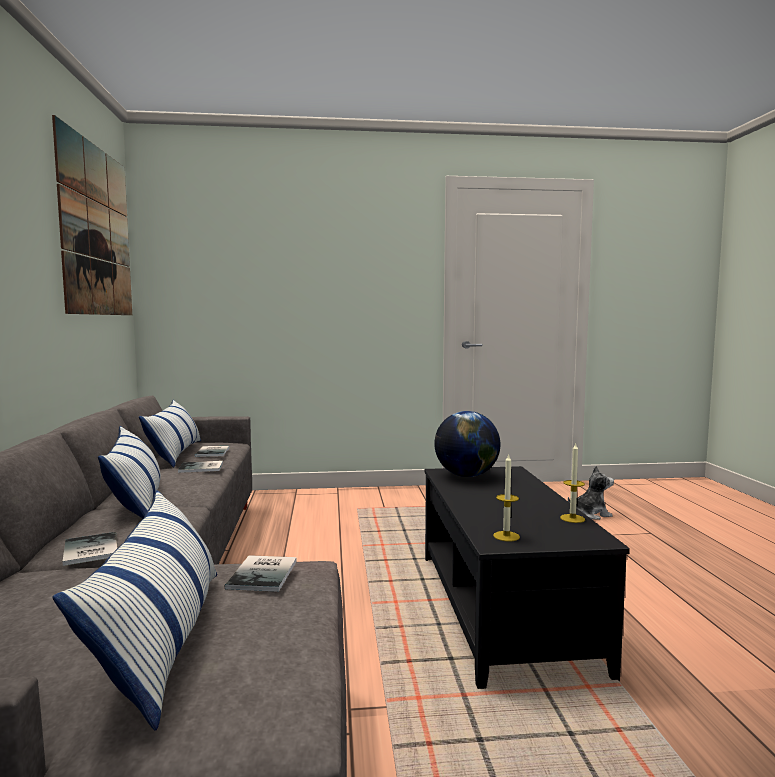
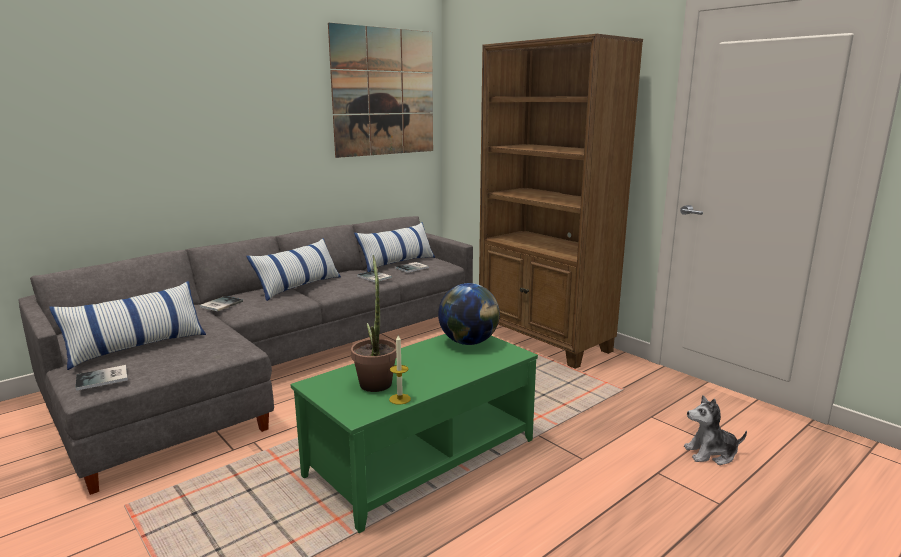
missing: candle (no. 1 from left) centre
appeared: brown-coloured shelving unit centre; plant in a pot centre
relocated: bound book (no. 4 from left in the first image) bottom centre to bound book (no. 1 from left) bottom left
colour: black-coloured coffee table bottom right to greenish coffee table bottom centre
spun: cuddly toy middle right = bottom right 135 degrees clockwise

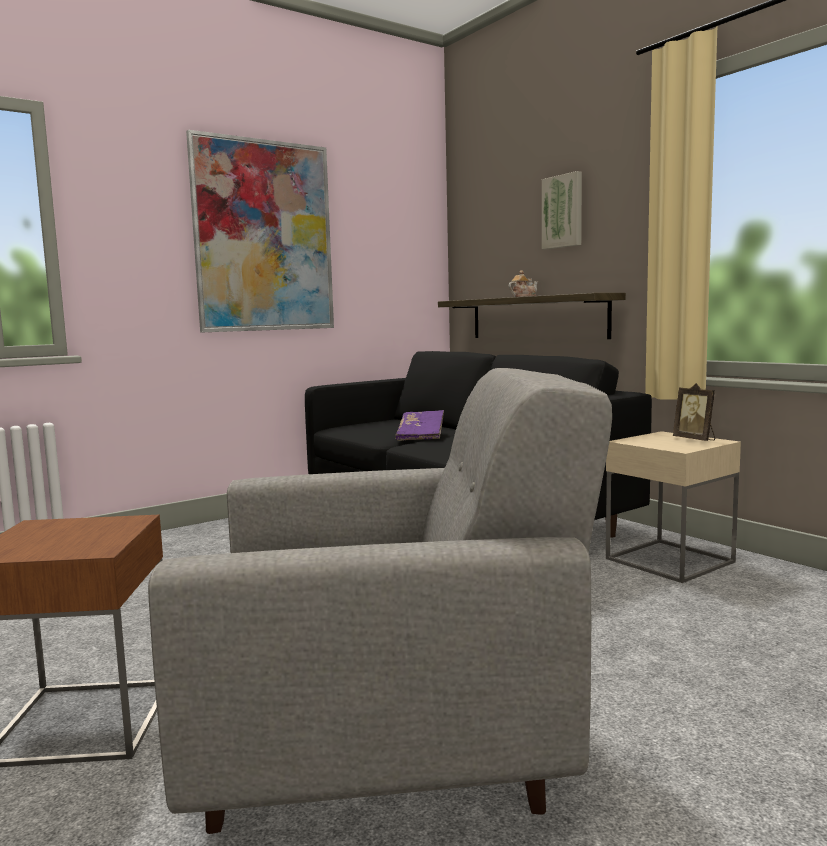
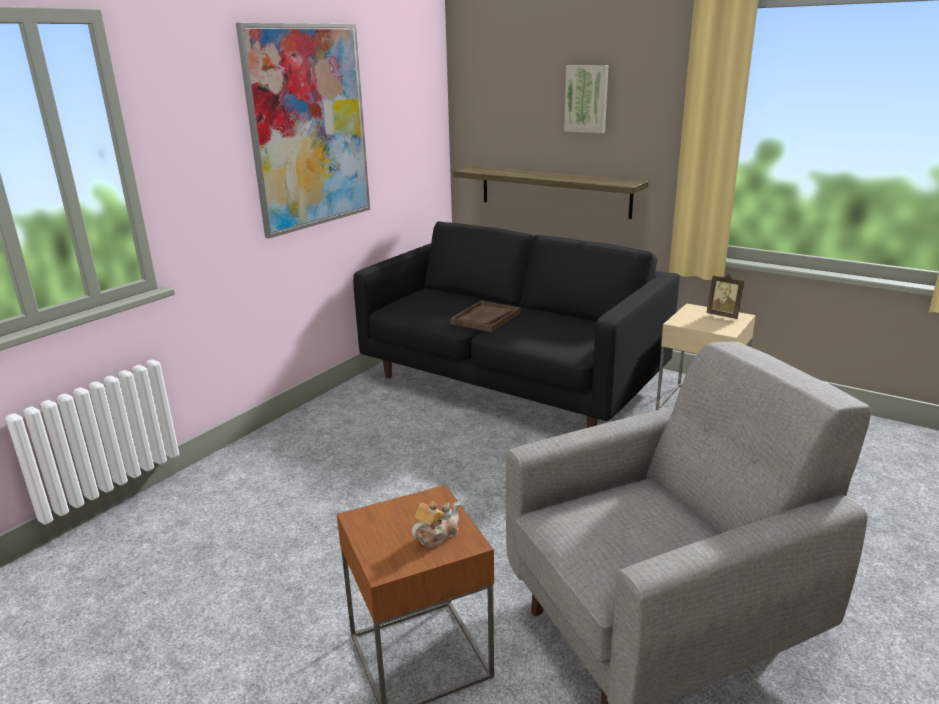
relocated: tea pot centre to bottom centre
exchanged: purplish bound book centre to brown-coloured tray centre

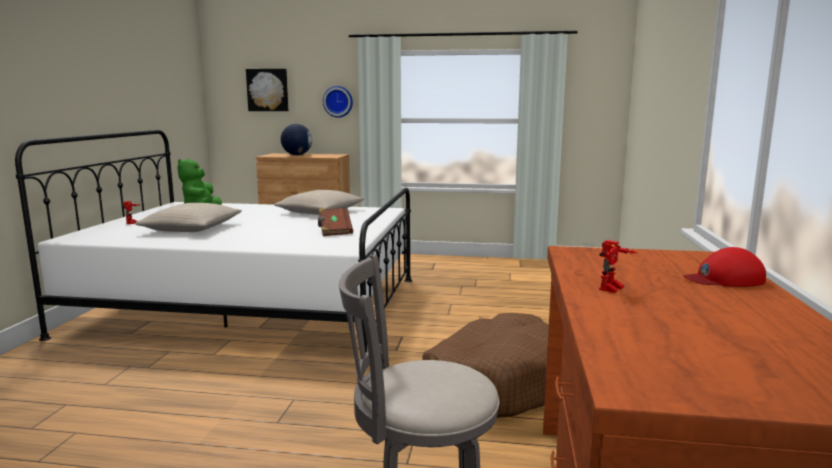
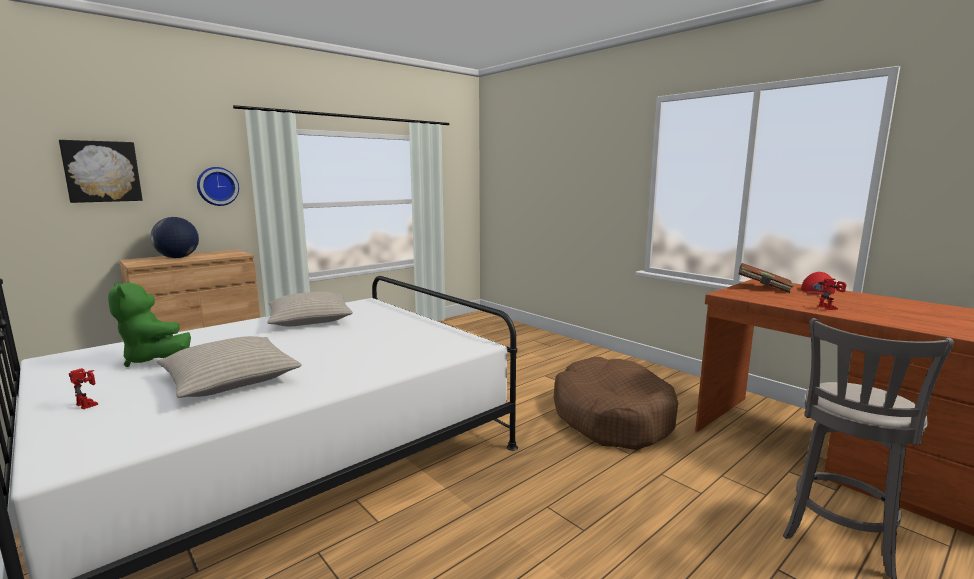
relocated: brown-coloured bound book centre to middle right

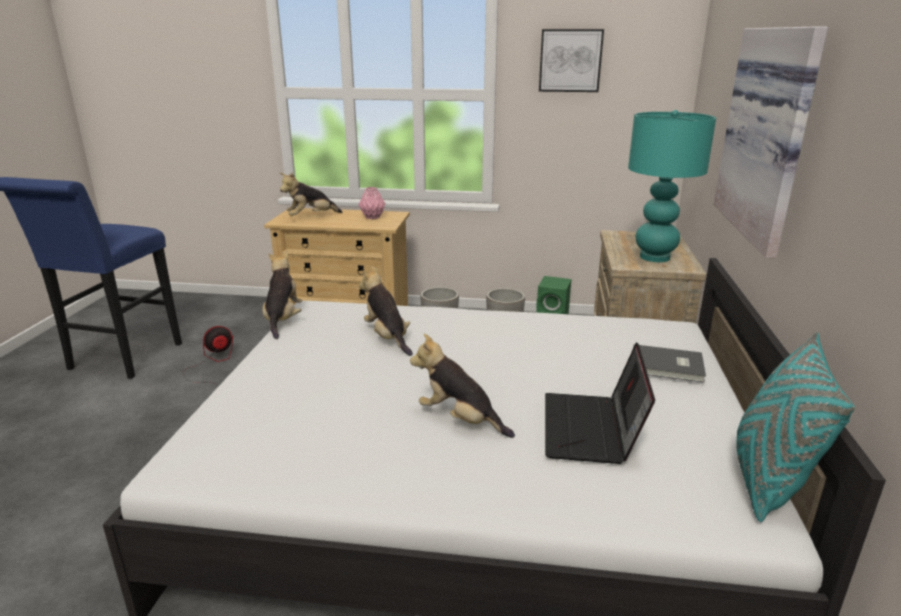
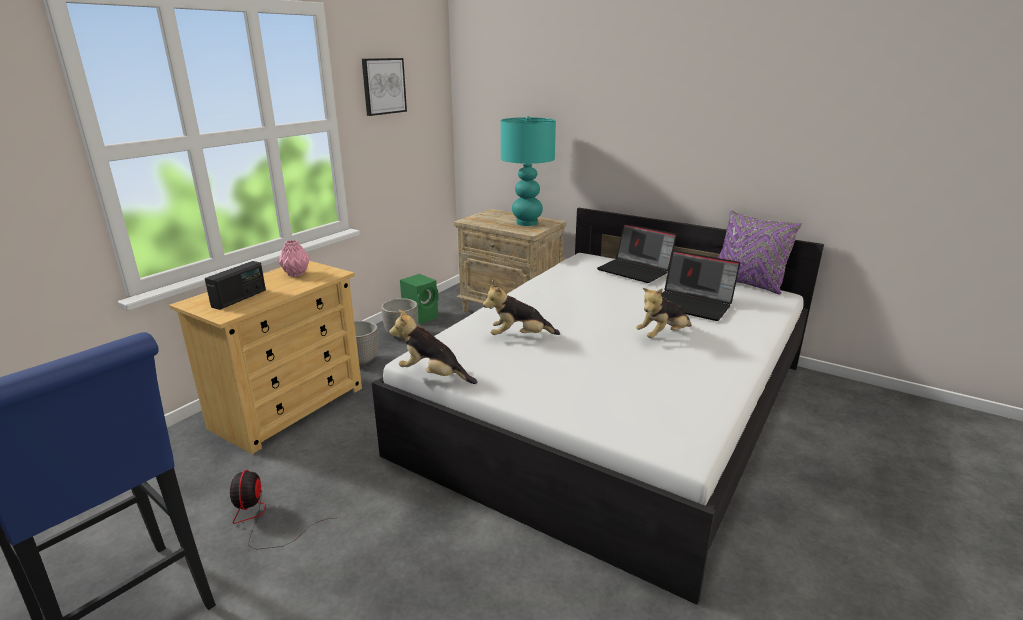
missing: picture (no. 2 from left) top right
exchanged: cuddly toy (no. 2 from left) top centre to radio set middle left; grey bound book middle right to notebook computer (no. 1 from left) centre
colour: turquoise-coloured pillow bottom right to purplish pillow middle right

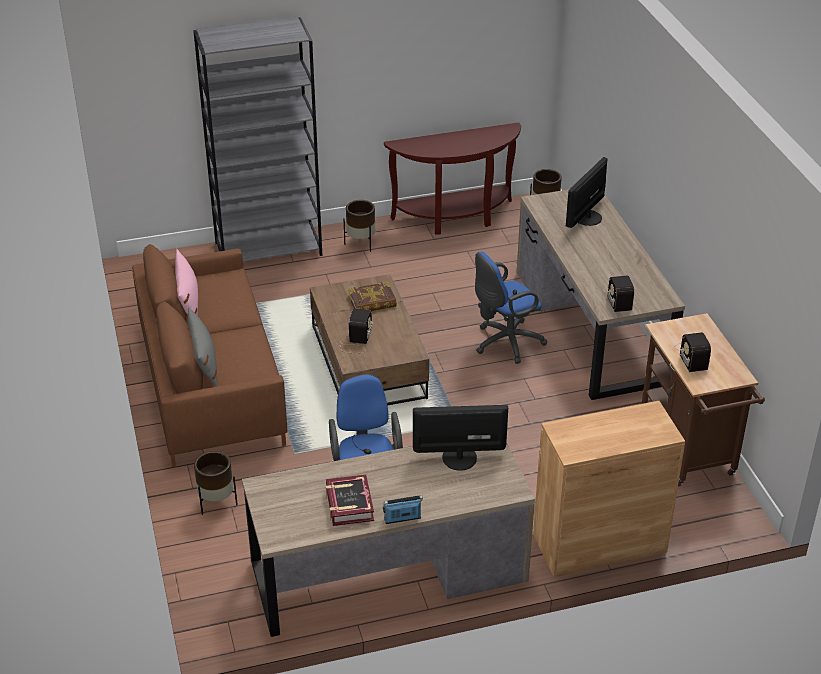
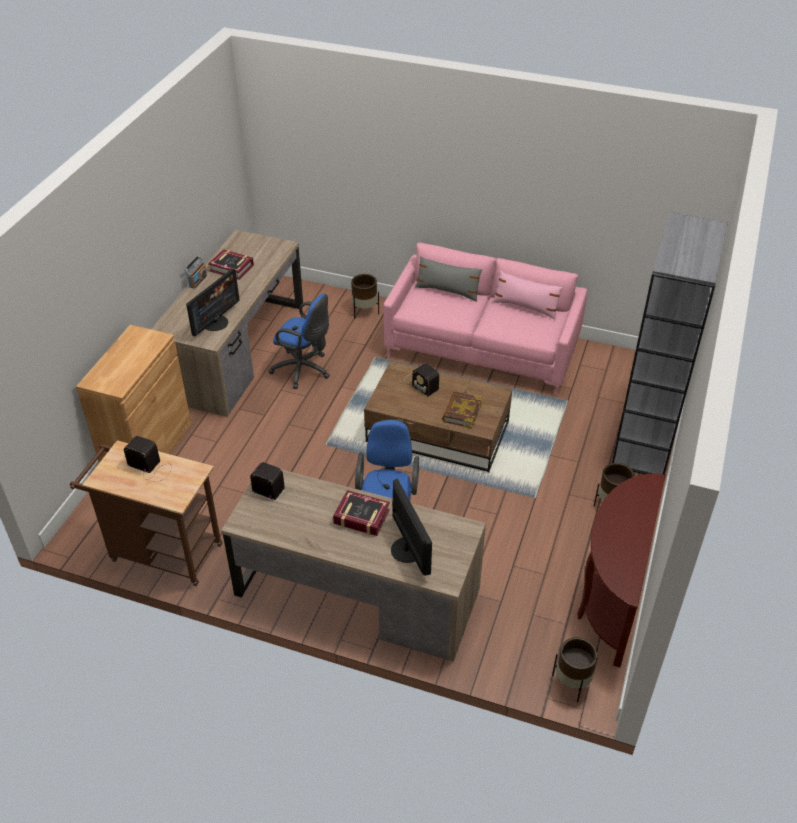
appeared: bound book (no. 2 from left) centre
colour: brown-coloured sofa middle left to pinkish sofa centre

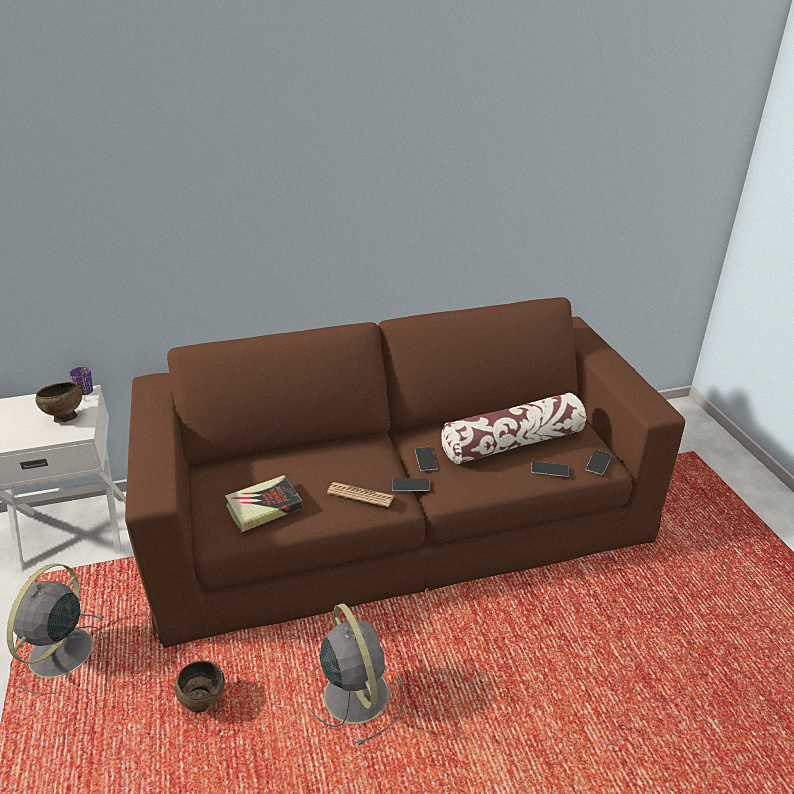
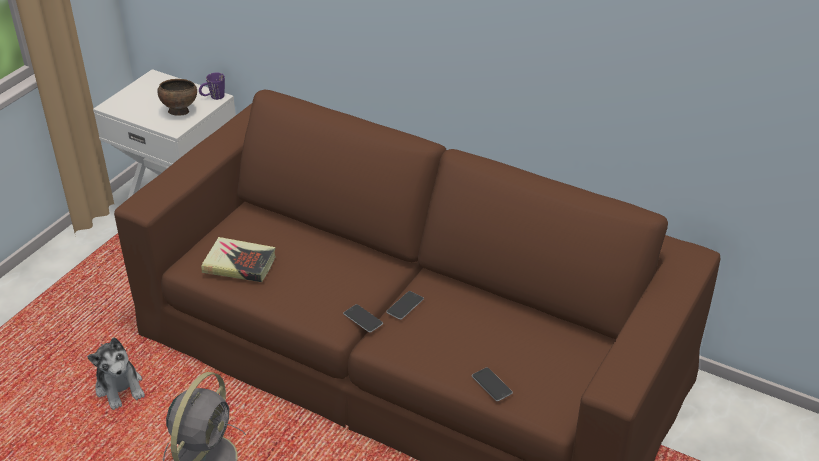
missing: pillow centre; handset (no. 4 from left) middle right; printed paper centre; grey electric fan (no. 1 from left) bottom left
exchanged: brown-coloured serving bowl (no. 2 from left) bottom left to cuddly toy bottom left

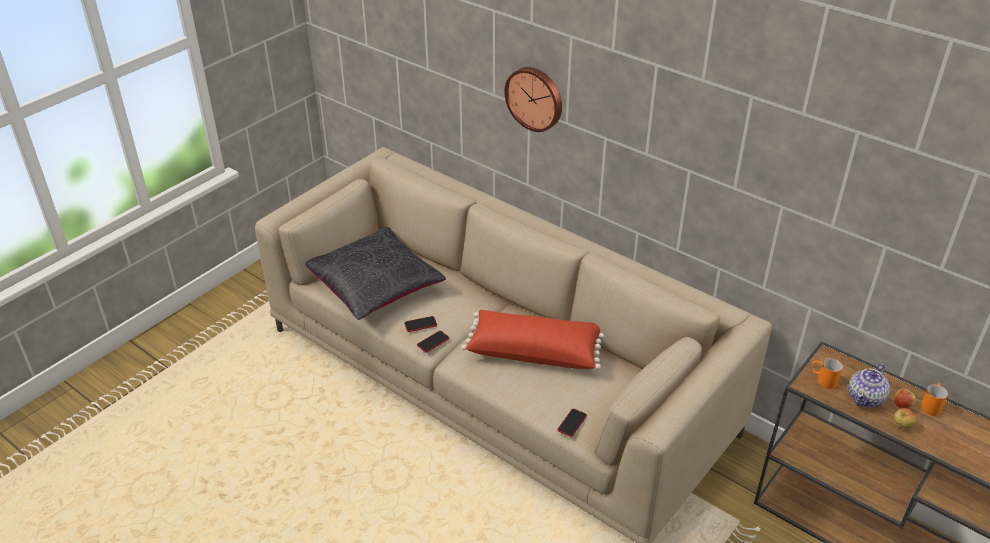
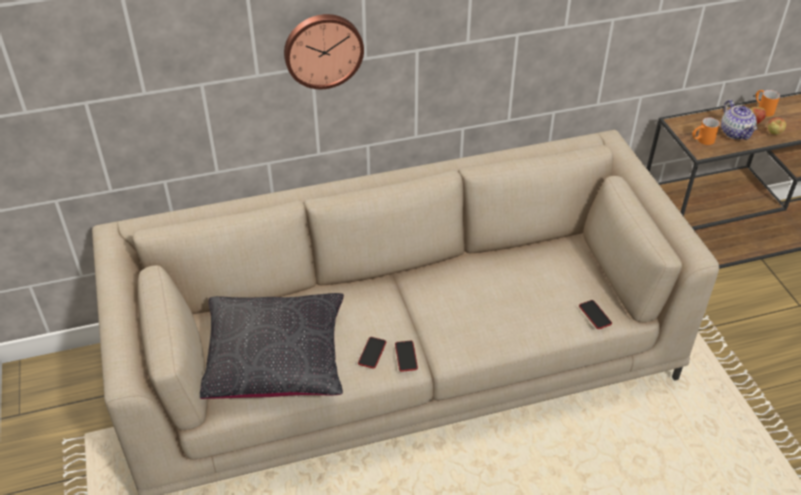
missing: red-coloured pillow centre

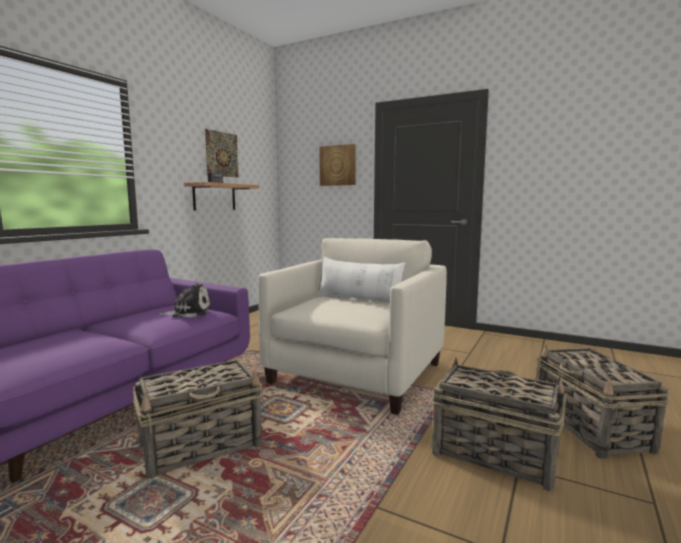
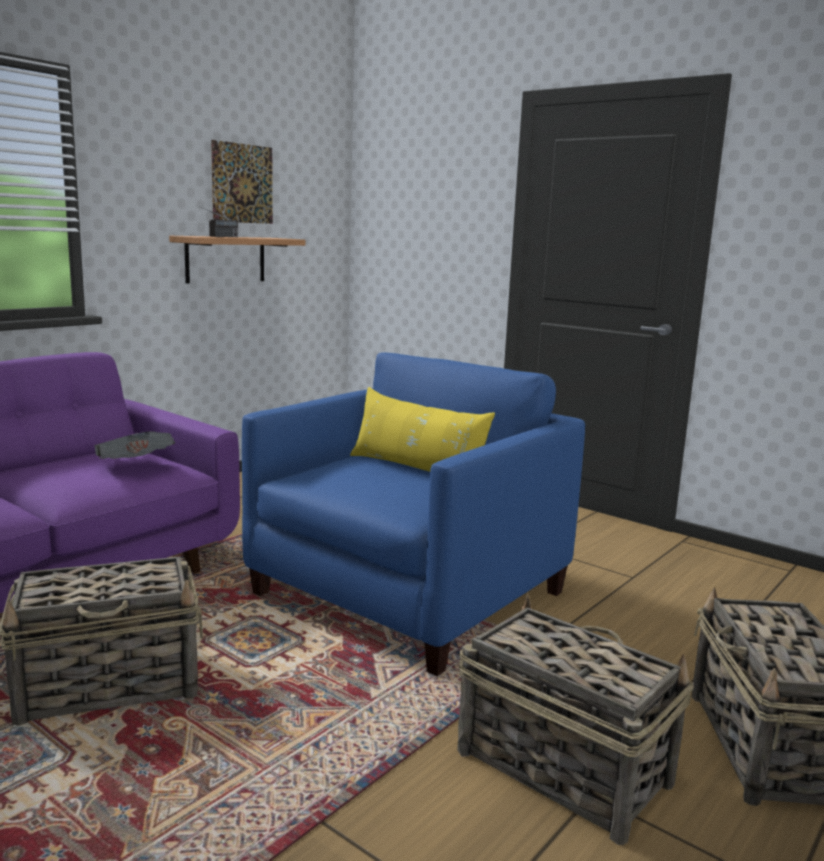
missing: picture (no. 2 from left) top centre
exchanged: cuddly toy middle left to printed paper middle left
colour: sand-coloured lounge chair centre to bluish lounge chair centre; white pillow centre to yellowish pillow centre

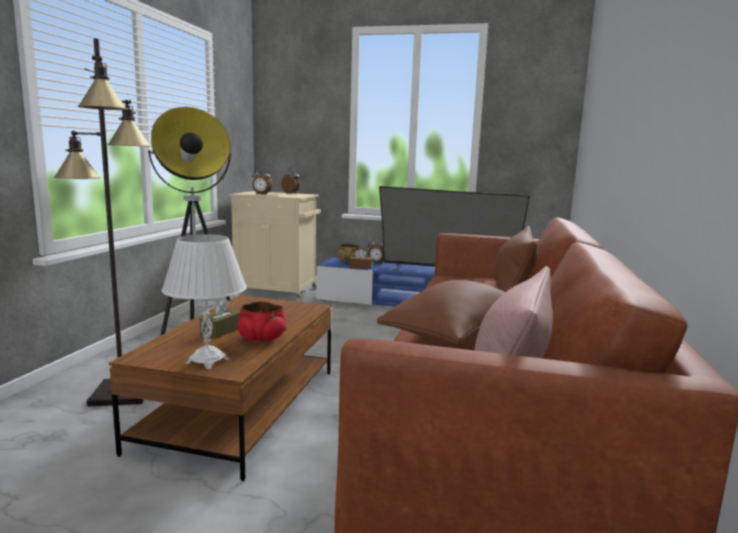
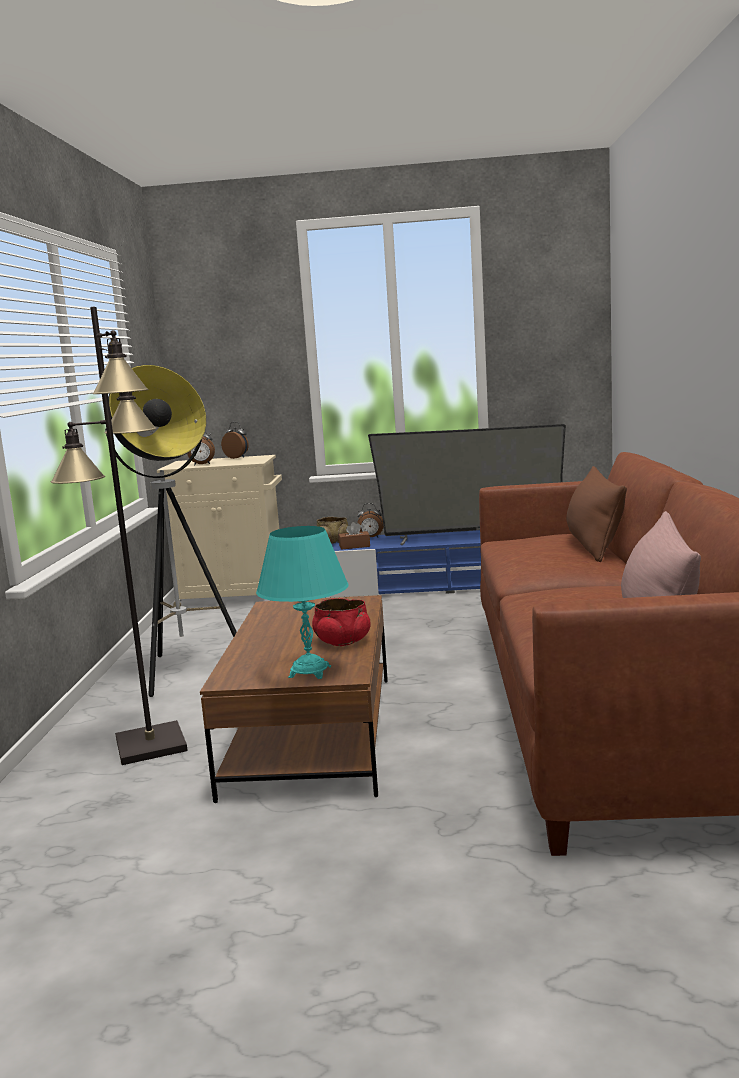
missing: brown-coloured pillow (no. 1 from left) centre; brown-coloured box of tissues (no. 1 from left) middle left
colour: white tabletop lamp middle left to turquoise-coloured tabletop lamp centre

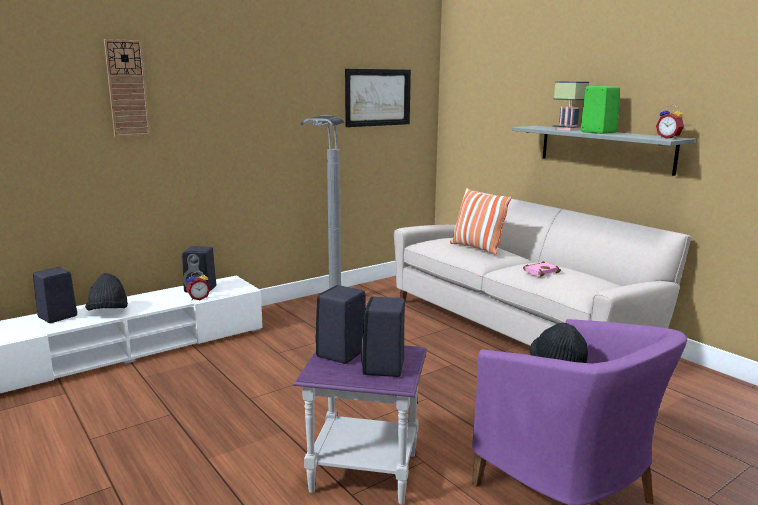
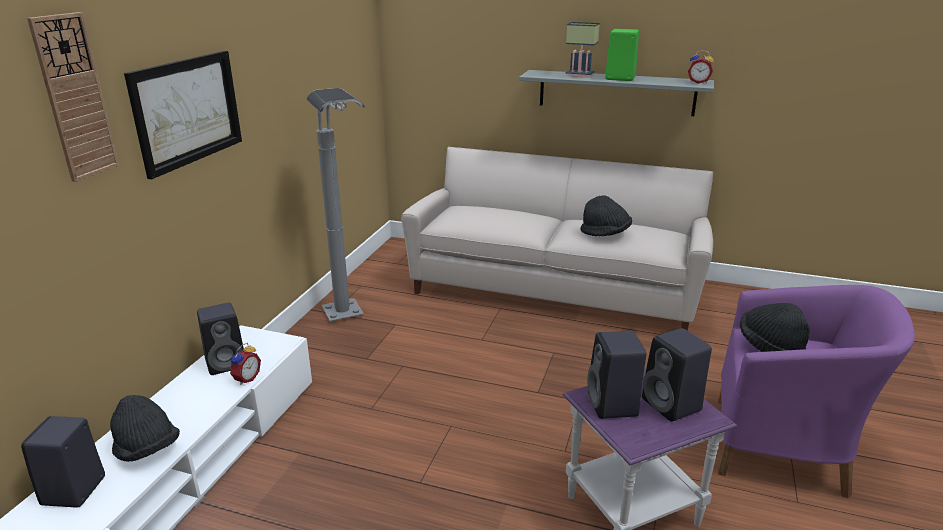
missing: pillow centre
relocated: picture top centre to top left
exchanged: pinkish bound book middle right to black-coloured wearable hat (no. 2 from left) centre

